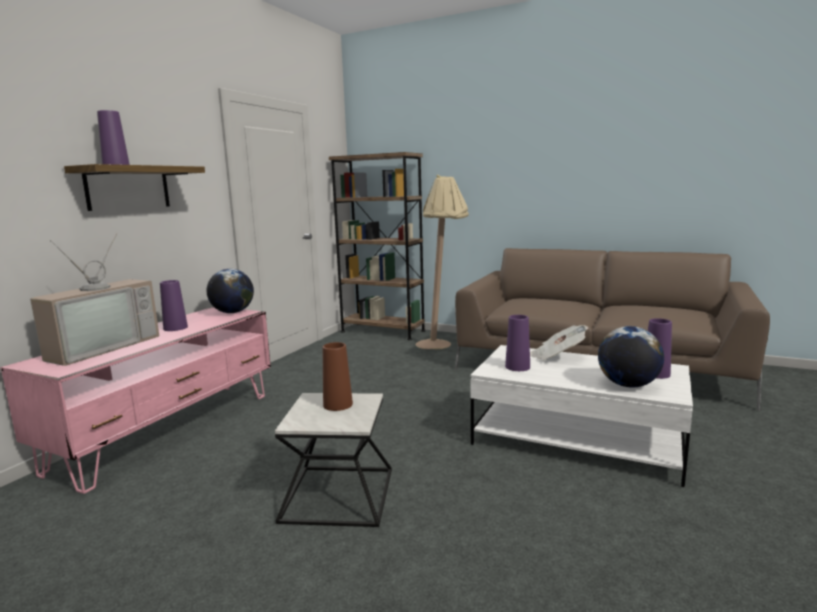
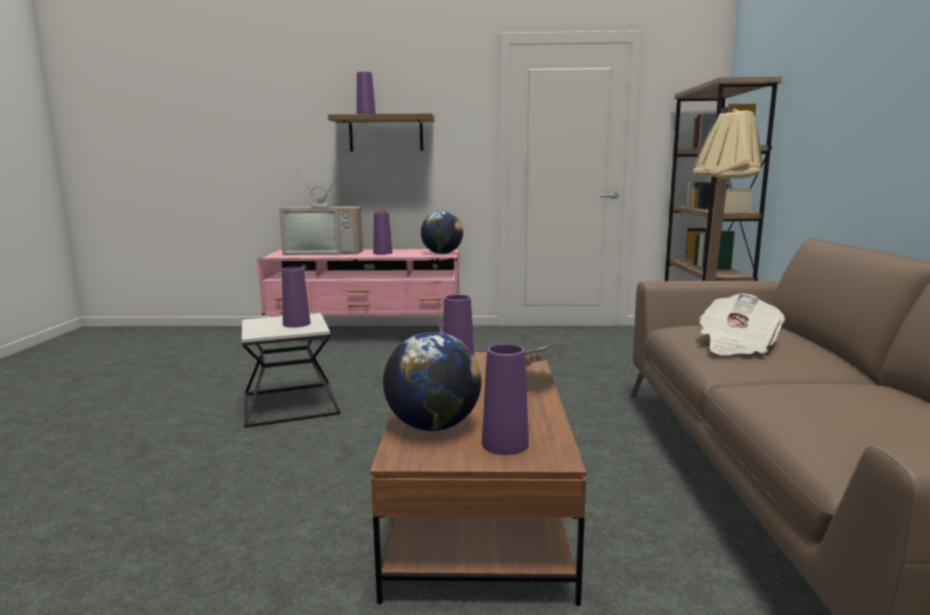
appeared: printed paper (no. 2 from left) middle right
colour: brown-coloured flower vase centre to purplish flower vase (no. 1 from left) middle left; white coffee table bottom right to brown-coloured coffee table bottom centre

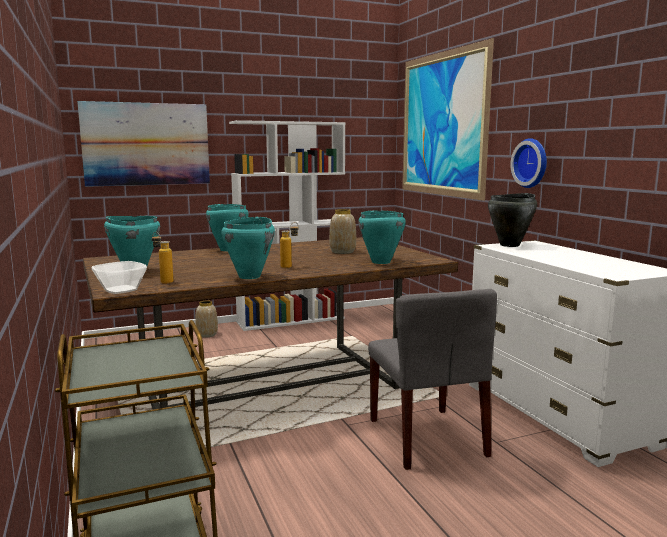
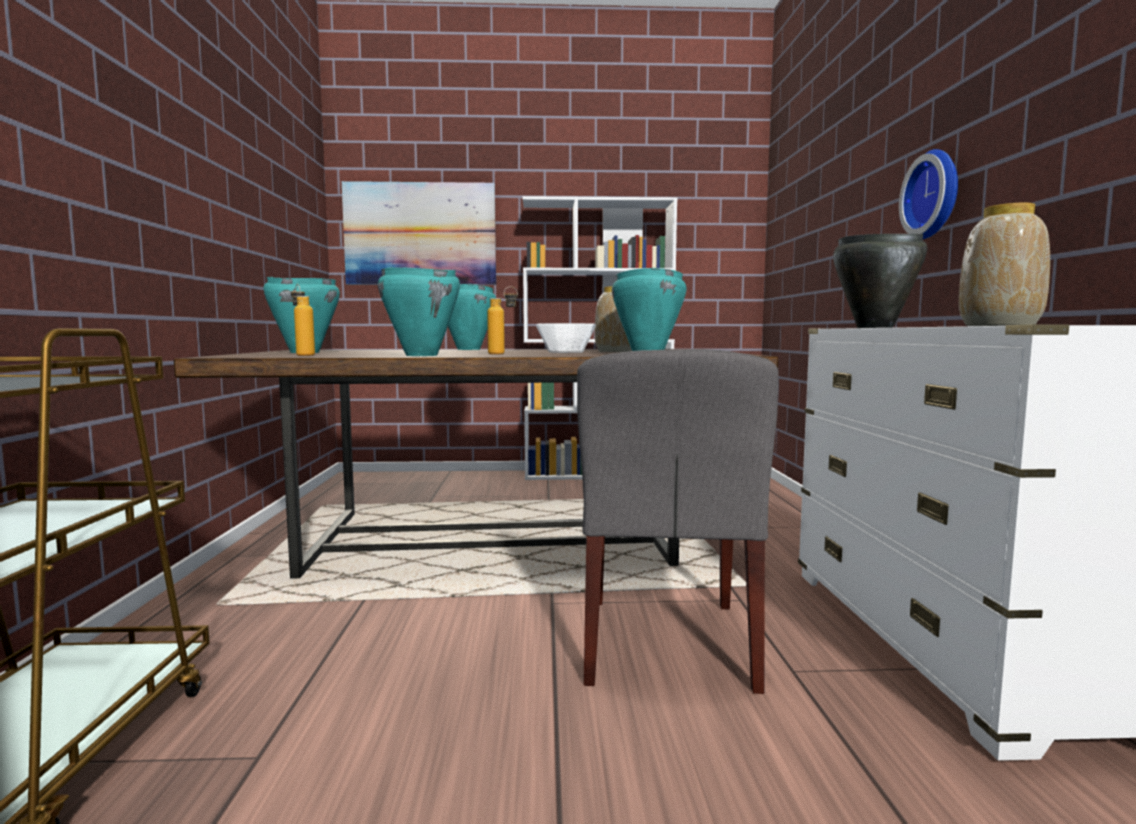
missing: picture (no. 2 from left) top right
relocated: serving bowl middle left to centre; flower vase (no. 1 from left in the first image) middle left to flower vase (no. 2 from left) top right

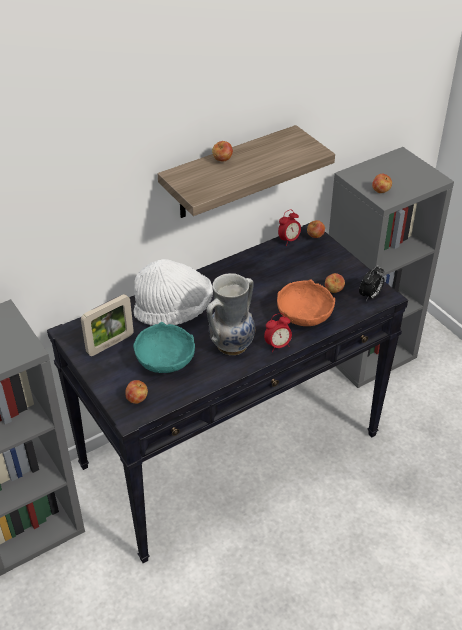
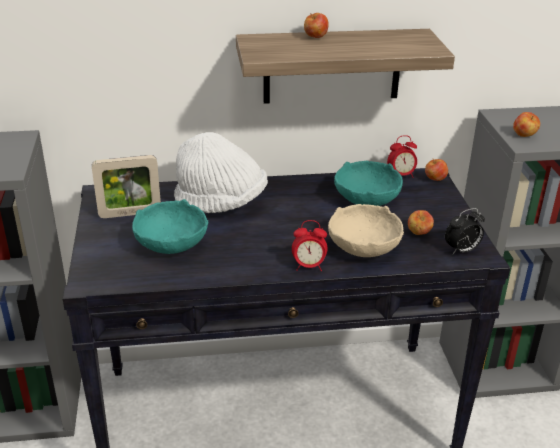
missing: flower vase centre; apple fruit (no. 1 from left) middle left
appeared: turquoise-coloured serving bowl (no. 2 from left) centre
colour: orangey serving bowl centre to sand-coloured serving bowl centre

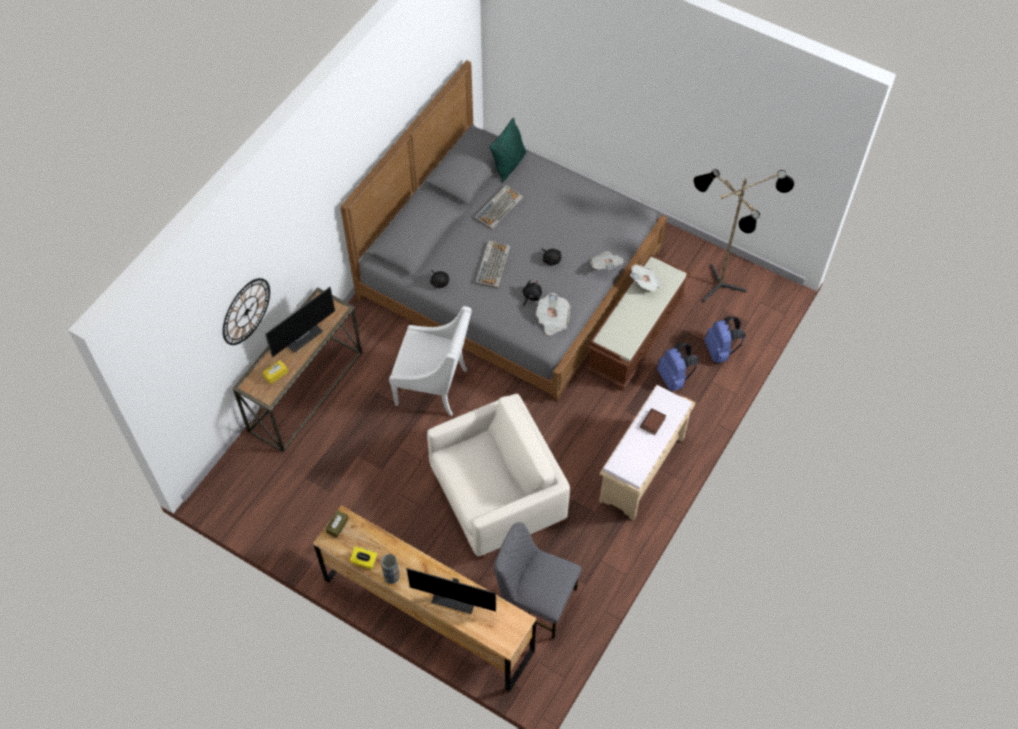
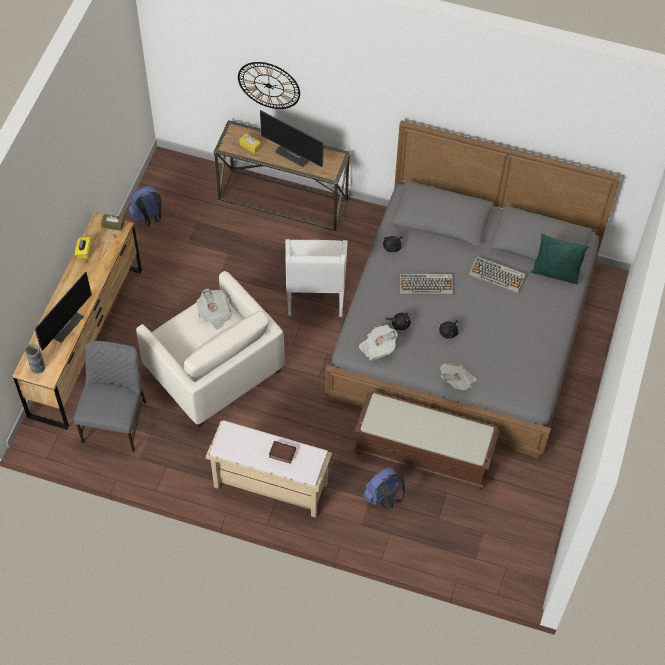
missing: standard lamp top right
relocated: printed paper (no. 3 from left in the first image) centre to printed paper (no. 1 from left) middle left; bluish rucksack (no. 2 from left in the first image) middle right to bluish rucksack (no. 1 from left) top left; flower vase bottom centre to middle left
spun: computer screen (no. 2 from left in the first image) bottom centre = middle left 150 degrees counterclockwise

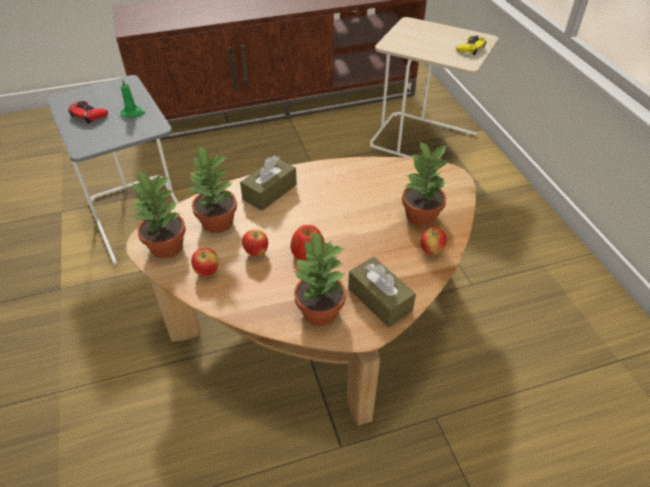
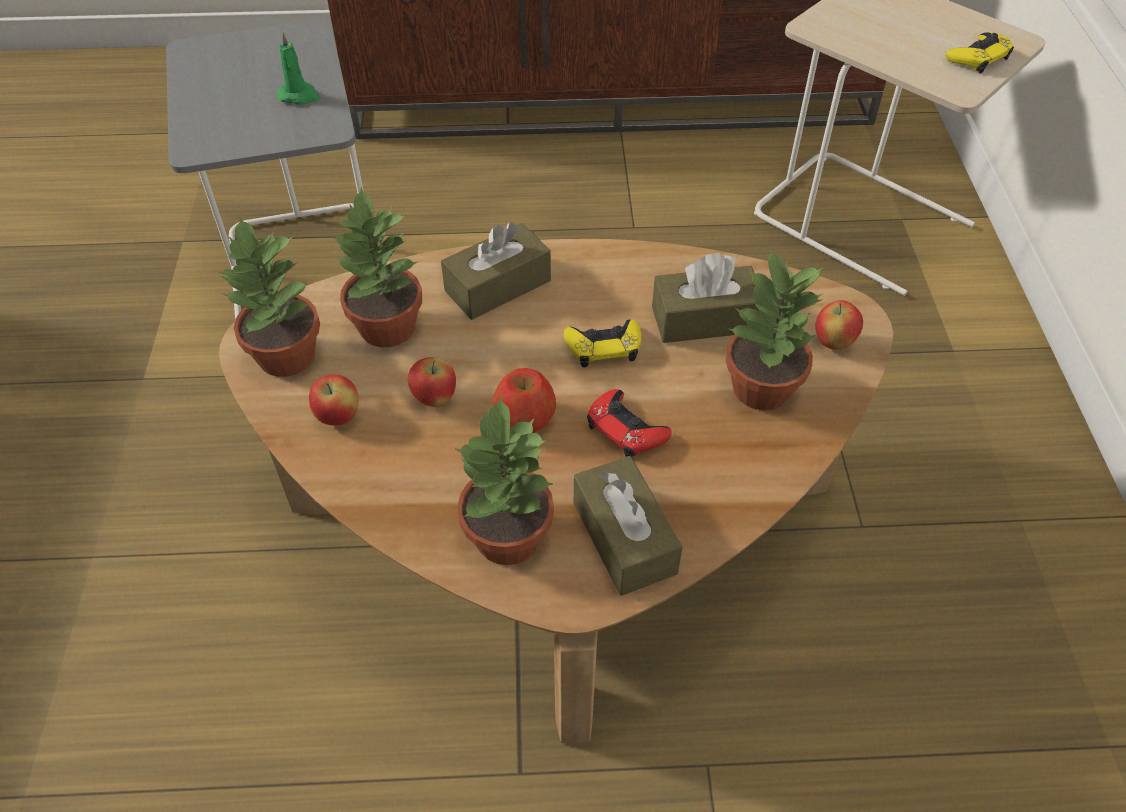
appeared: brown-coloured box of tissues (no. 3 from left) centre; yellowish joypad (no. 1 from left) centre
relocated: red-coloured joypad top left to centre; apple fruit (no. 4 from left) centre to middle right

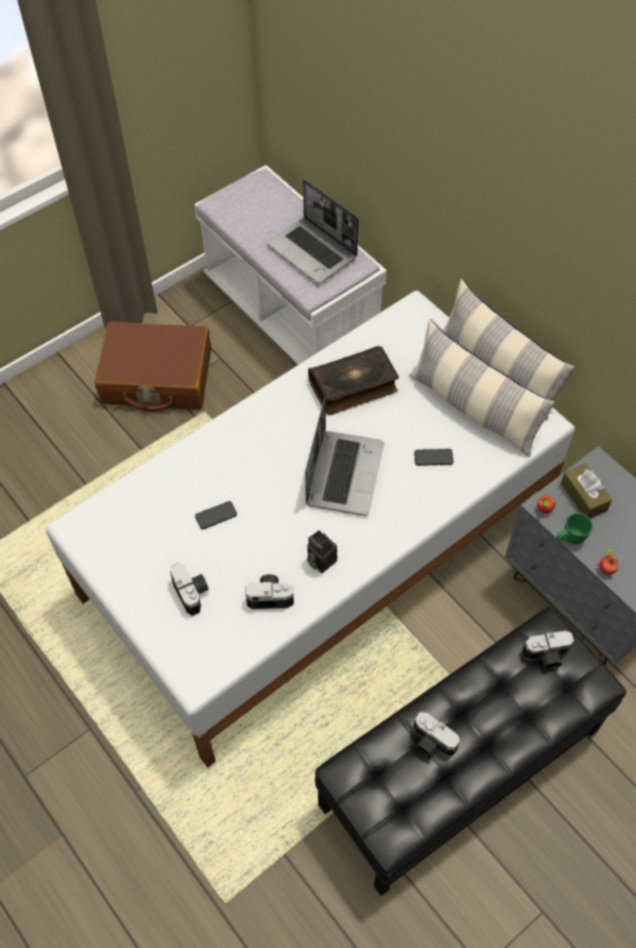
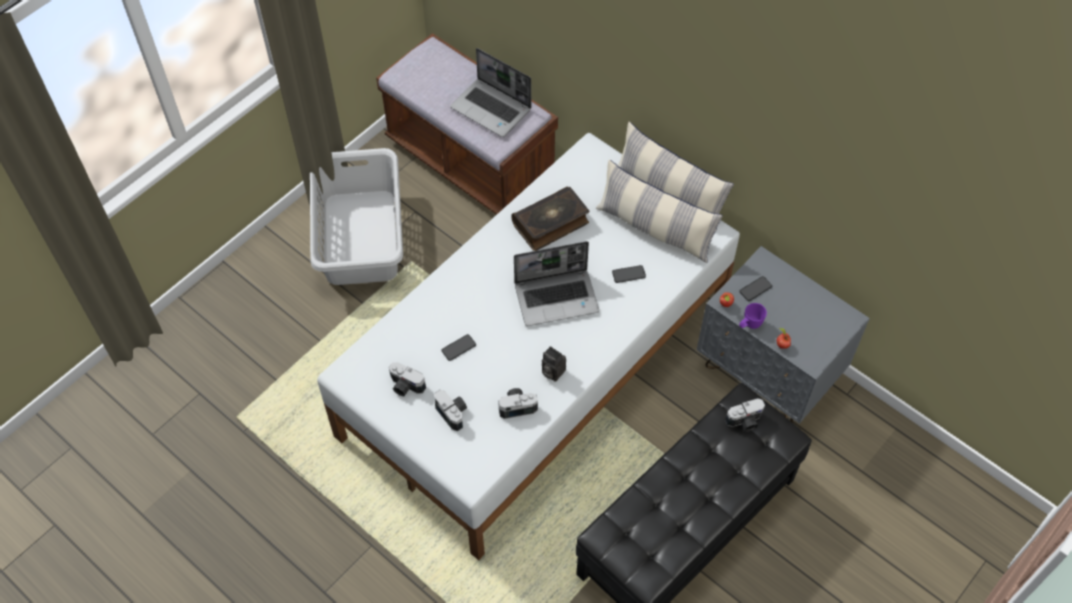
relocated: photo camera (no. 4 from left in the first image) bottom right to photo camera (no. 1 from left) centre
exchanged: brown-coloured travel case middle left to grey hamper middle left; brown-coloured box of tissues middle right to handset (no. 3 from left) middle right
colour: white long seat top centre to brown-coloured long seat top centre; greenish coffee mug middle right to purplish coffee mug middle right
spun: notebook computer (no. 2 from left) centre = centre 75 degrees clockwise

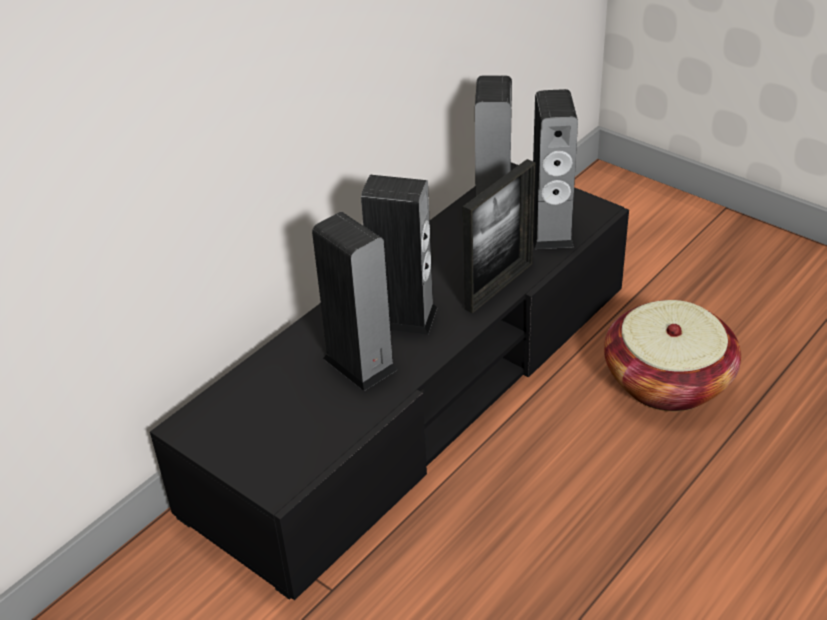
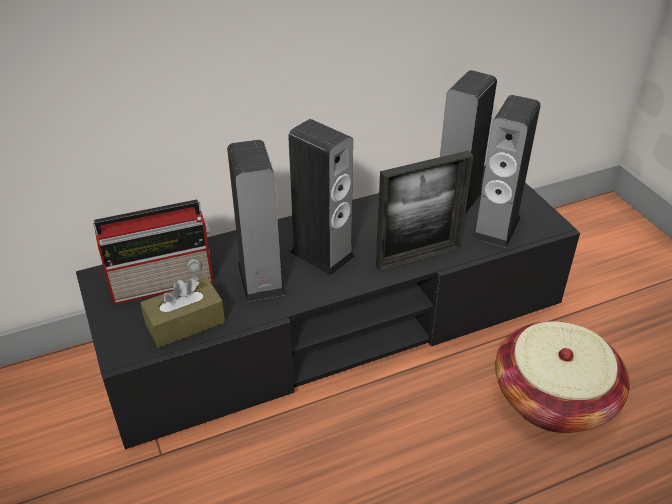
appeared: radio set middle left; brown-coloured box of tissues middle left

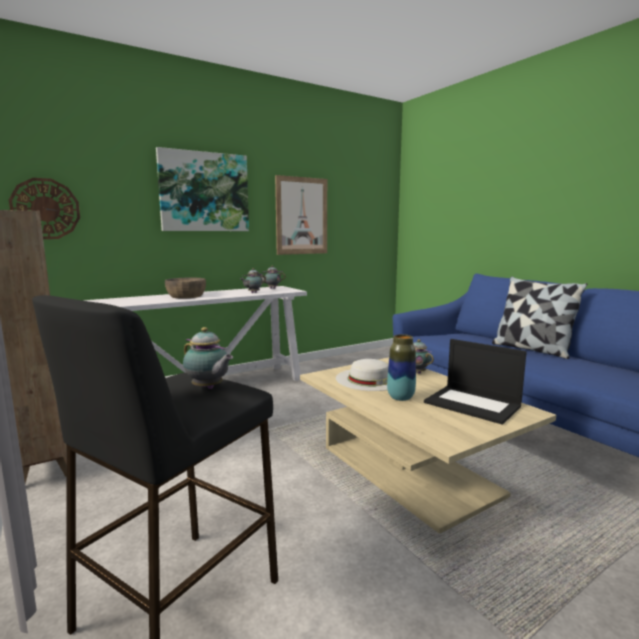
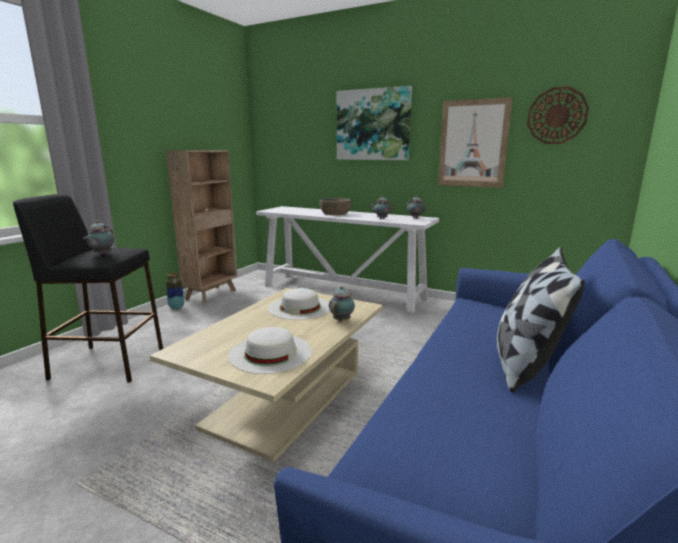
relocated: wall clock top left to top right; flower vase centre to middle left
exchanged: notebook computer middle right to white wearable hat (no. 1 from left) centre

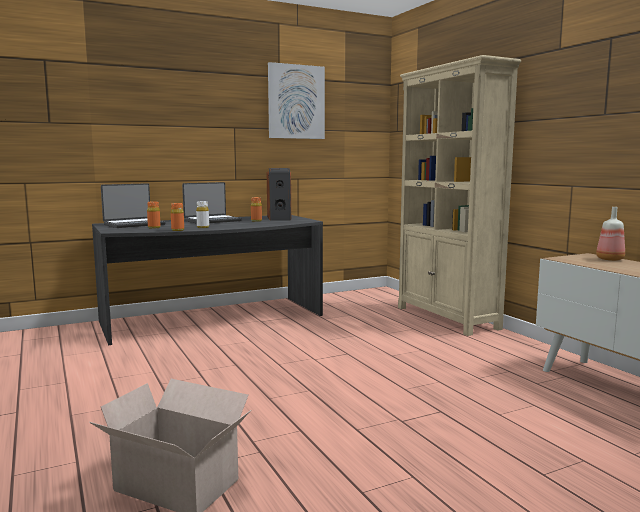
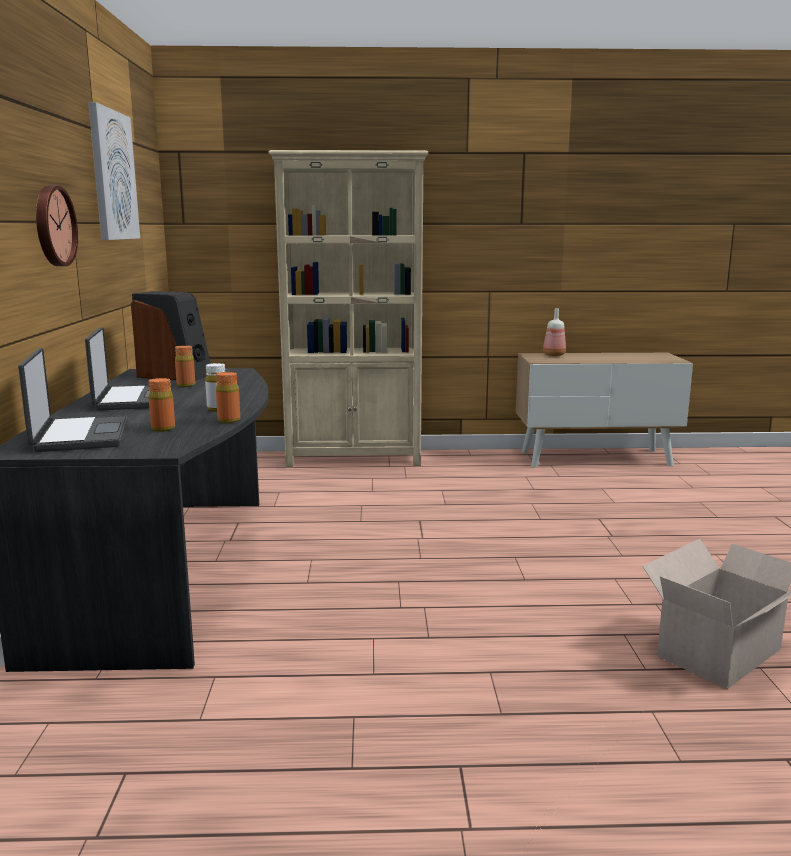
appeared: wall clock top left

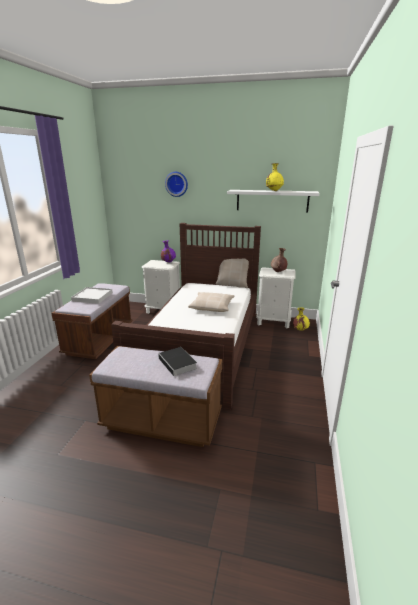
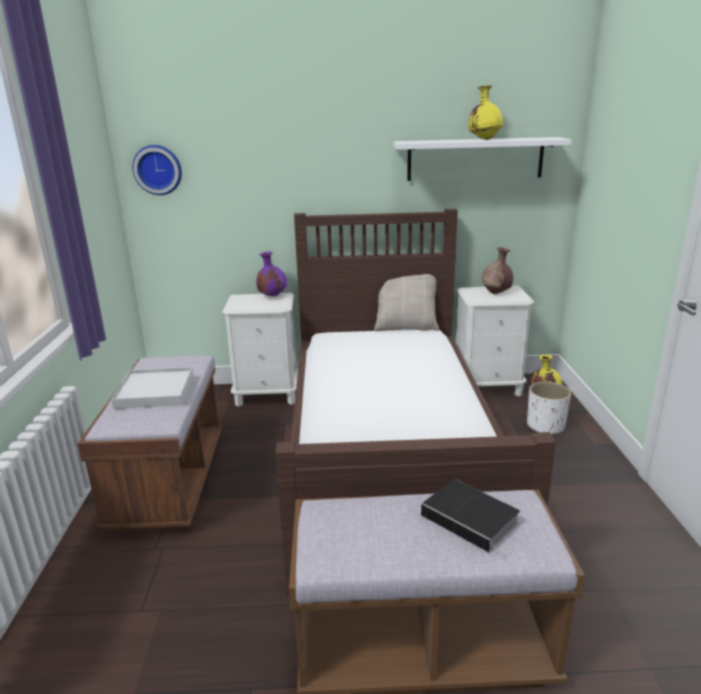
missing: sand-coloured pillow (no. 1 from left) centre
appeared: white plant pot middle right
relocated: wall clock top centre to top left

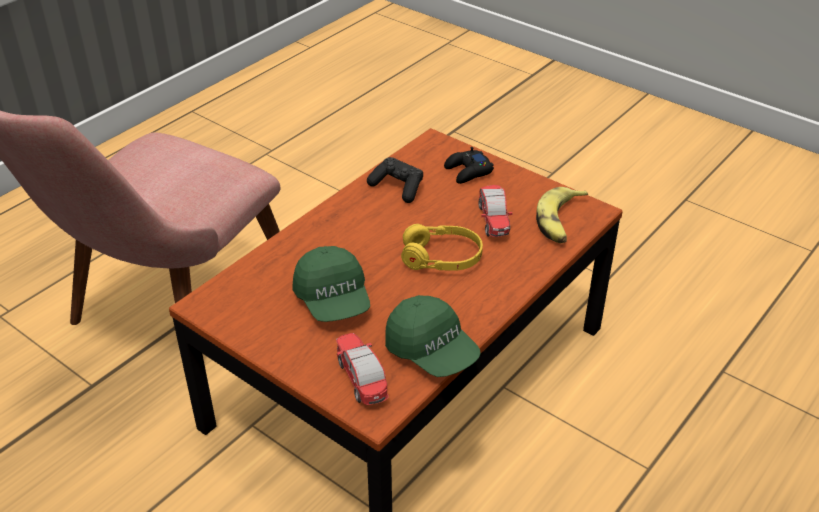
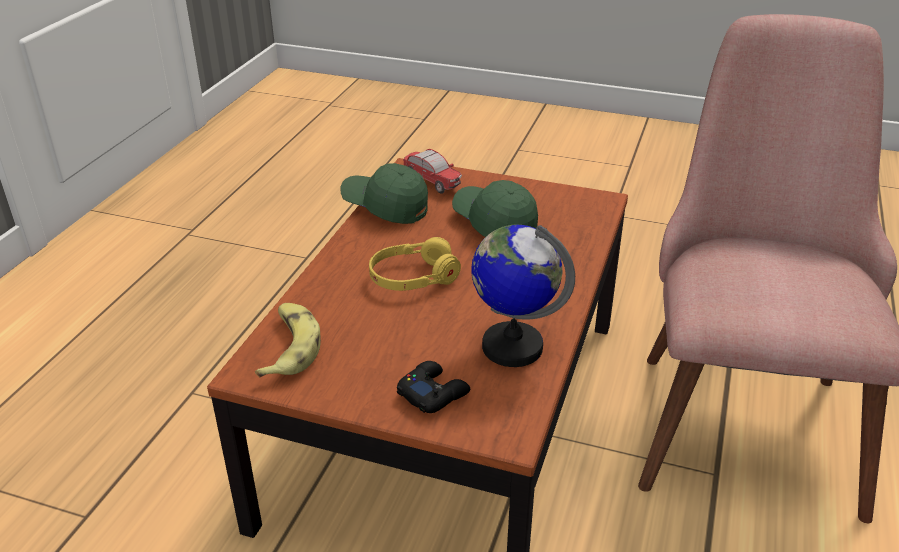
missing: miniature car (no. 2 from left) centre
exchanged: black-coloured joypad (no. 1 from left) centre to globe centre

